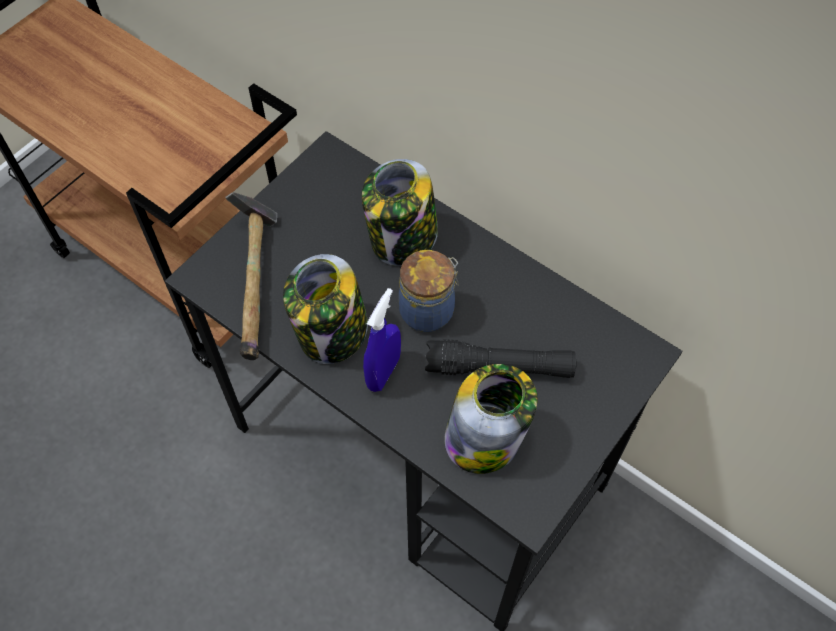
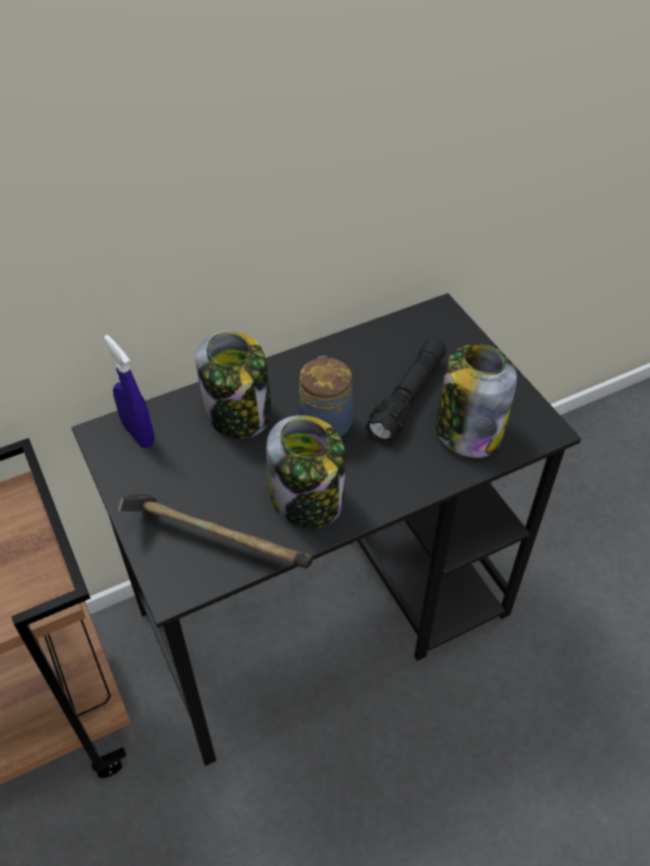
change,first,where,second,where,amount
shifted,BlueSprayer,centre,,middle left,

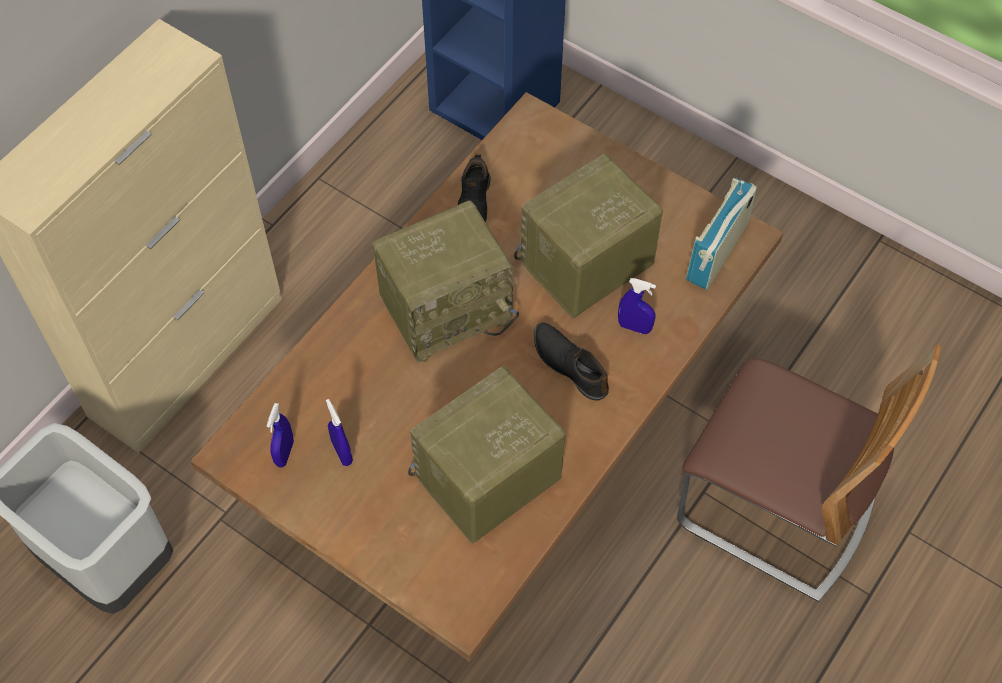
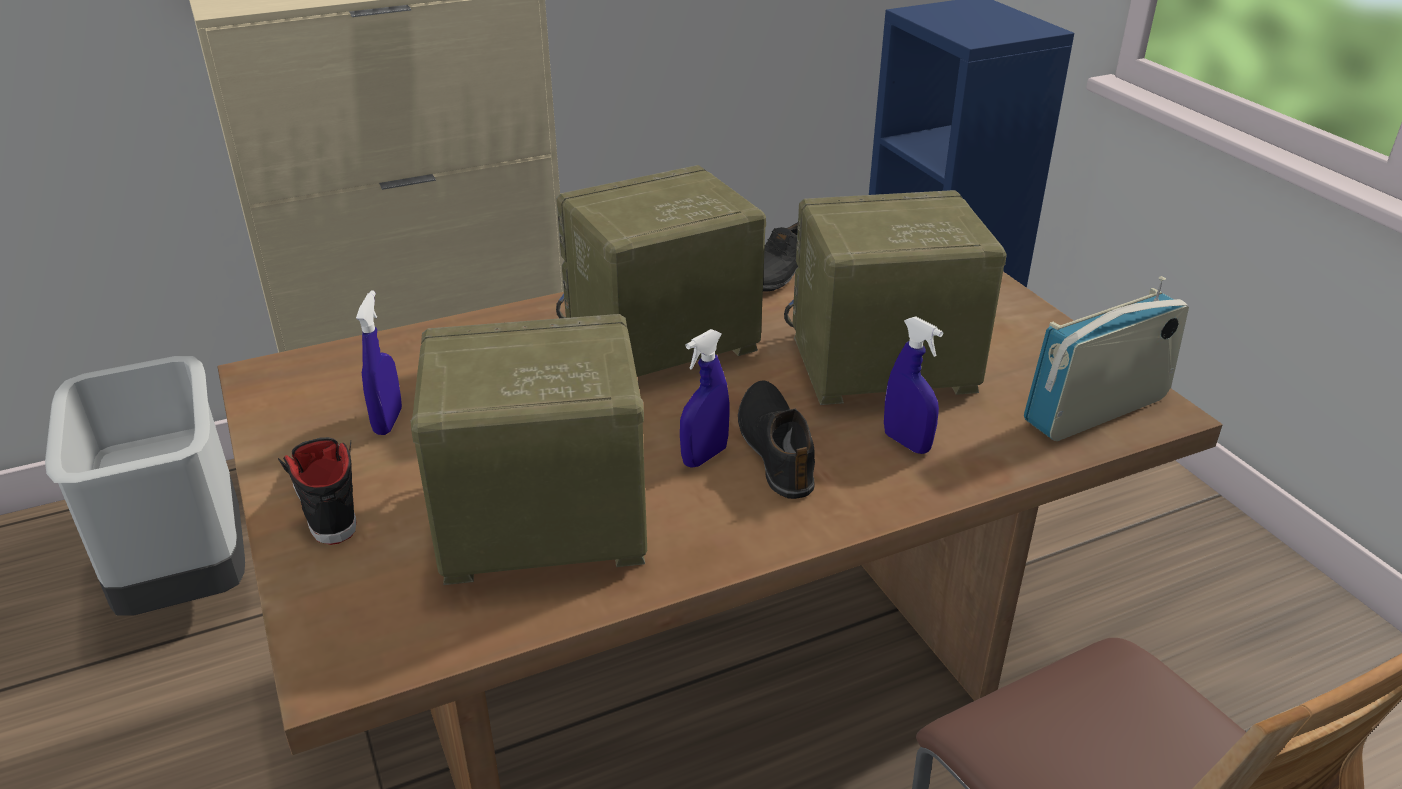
change,first,where,second,where,amount
new,,,BlackishItemOfFootwear (no. 1 from left),middle left,
shifted,BlueSprayer (no. 1 from left in the first image),middle left,BlueSprayer (no. 2 from left),centre,
rotated,Radio (no. 1 from left in the first image),centre,Radio (no. 2 from left),centre,150 degrees clockwise

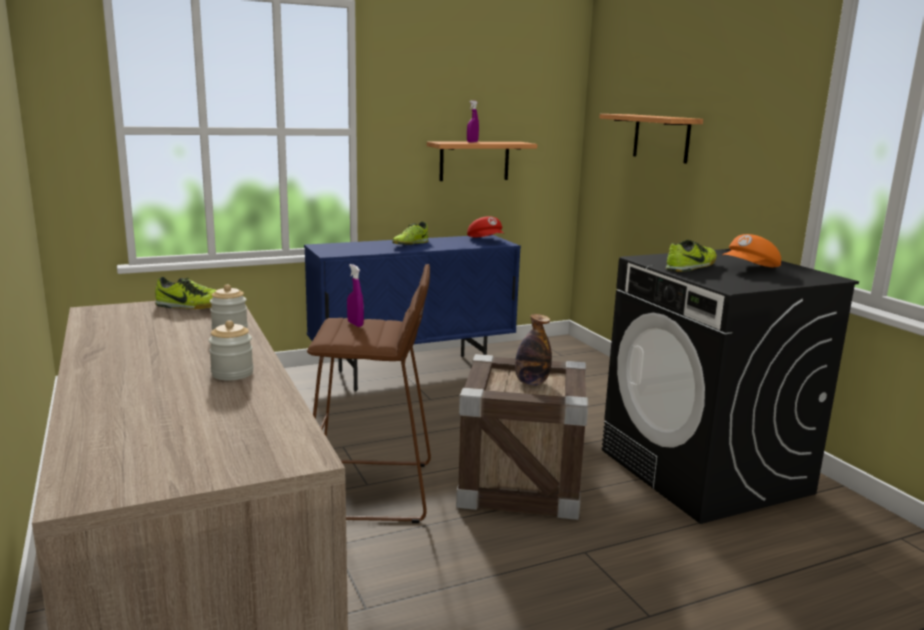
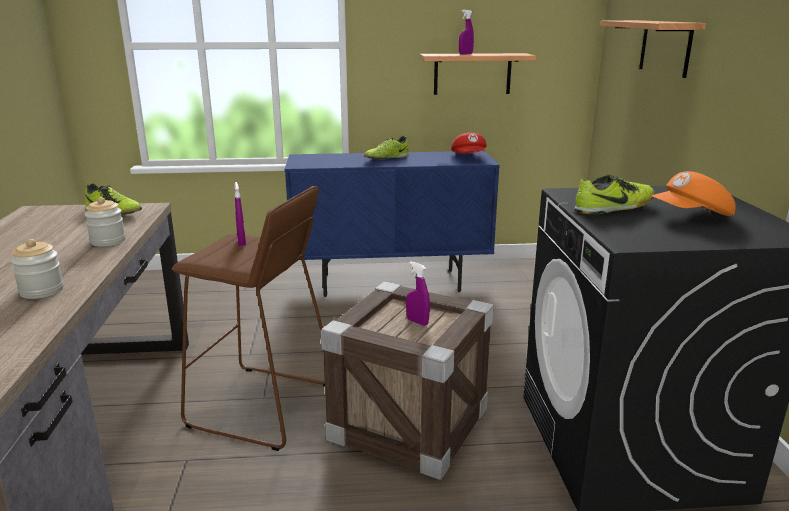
change,first,where,second,where,amount
swapped,Bottle,centre,PurpleColouredSprayer (no. 2 from left),centre,

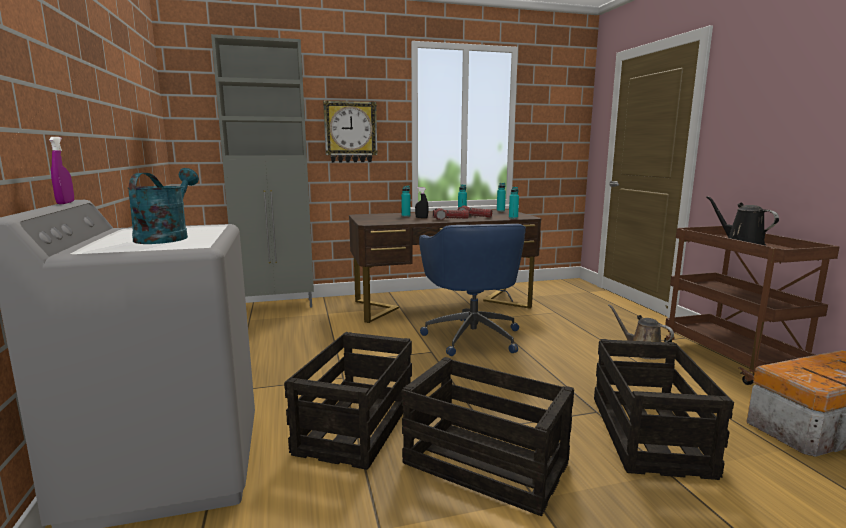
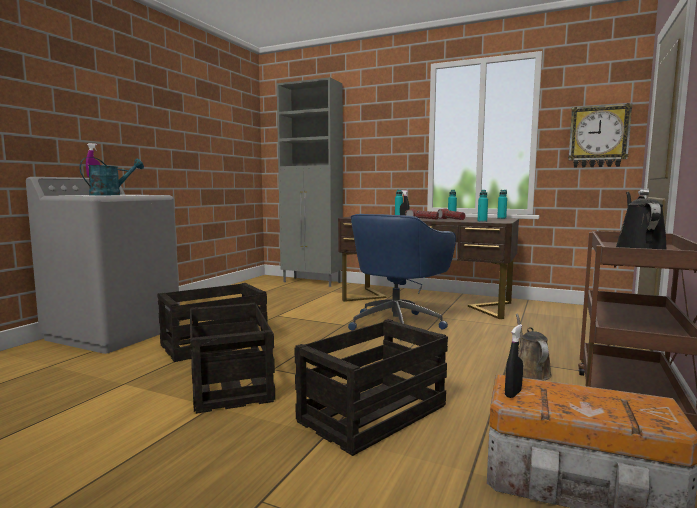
change,first,where,second,where,amount
new,,,BlackishSprayer (no. 2 from left),bottom right,
shifted,ClockOnTheWall,top centre,,top right,

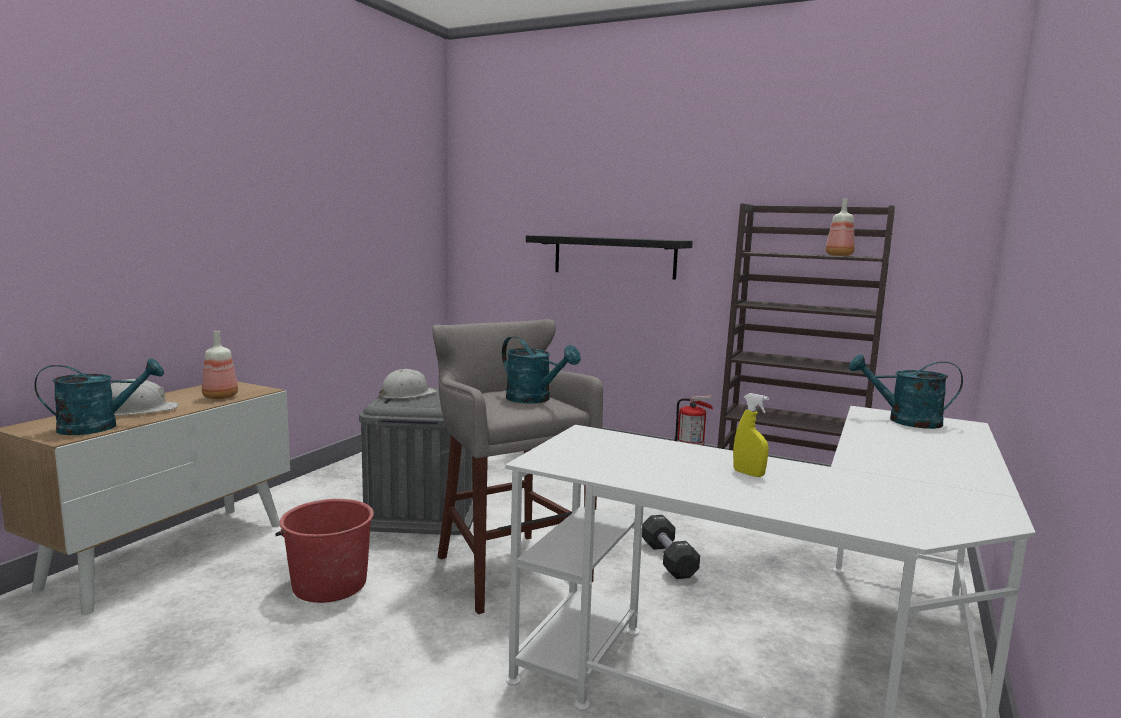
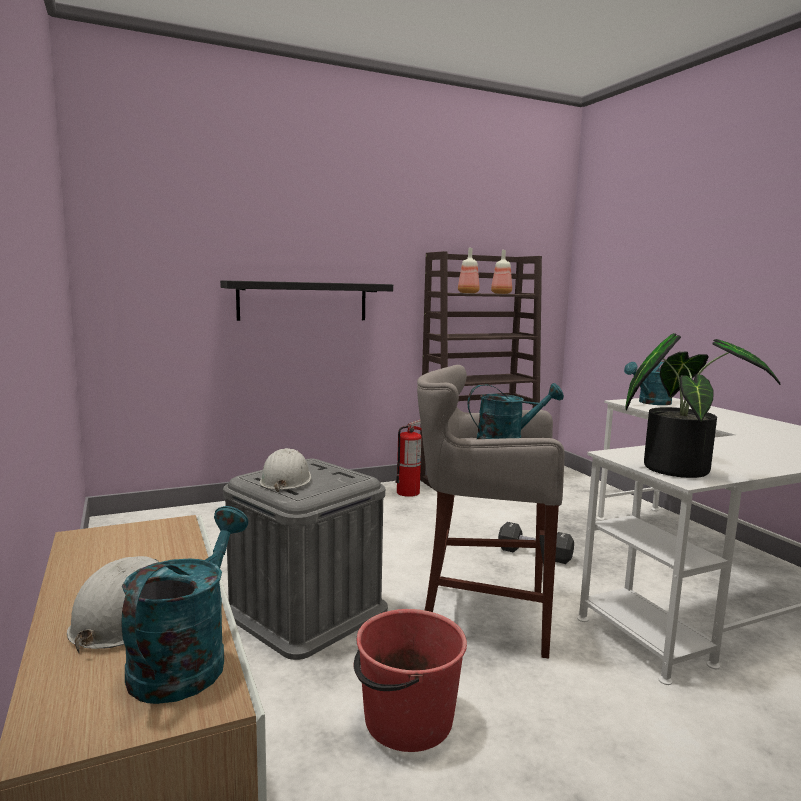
change,first,where,second,where,amount
gone,YellowishSprayer,middle right,,,
new,,,Houseplant,middle right,
shifted,Bottle (no. 1 from left),middle left,,centre,

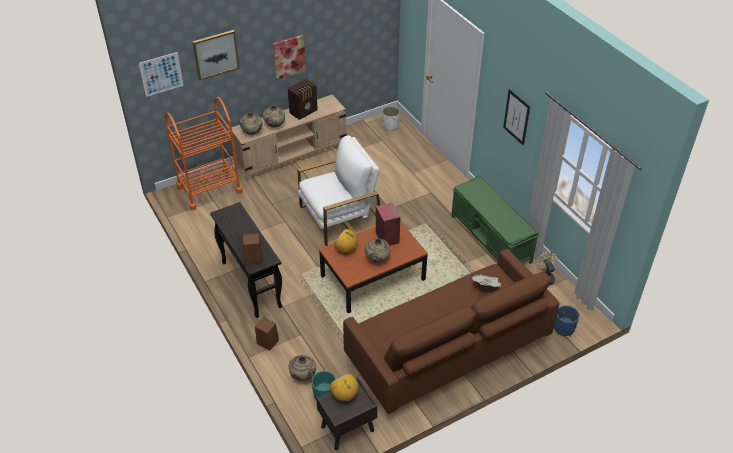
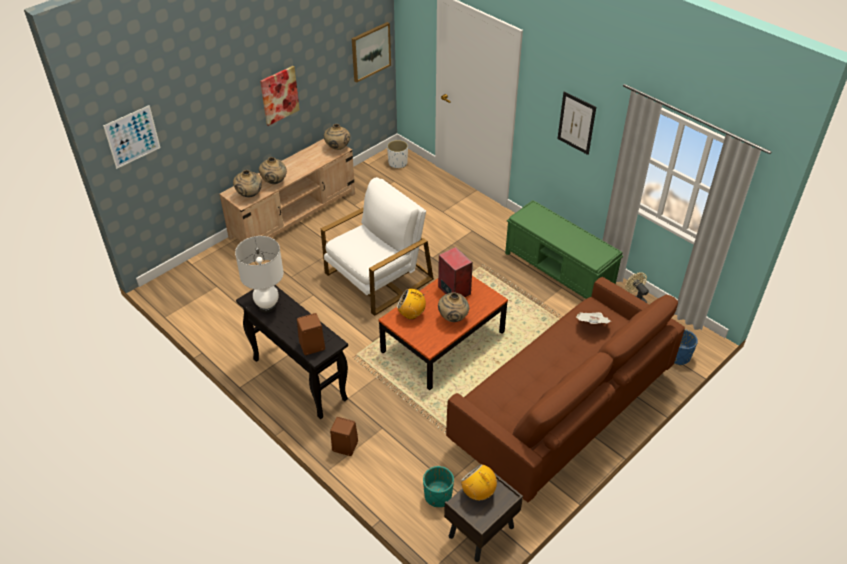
change,first,where,second,where,amount
gone,OrangeTrolley,middle left,,,
gone,Radio (no. 1 from left),top centre,,,
new,,,WhitishTabletopLamp,middle left,
shifted,Picture (no. 2 from left in the first image),top left,Picture (no. 3 from left),top centre,
shifted,SandColouredDecorativeVase (no. 3 from left),bottom centre,,top centre,

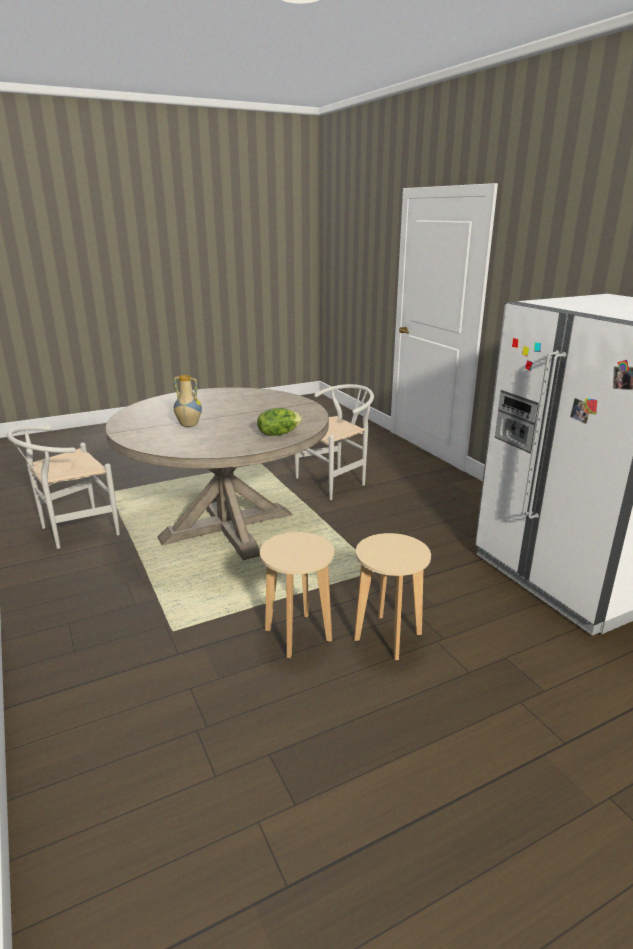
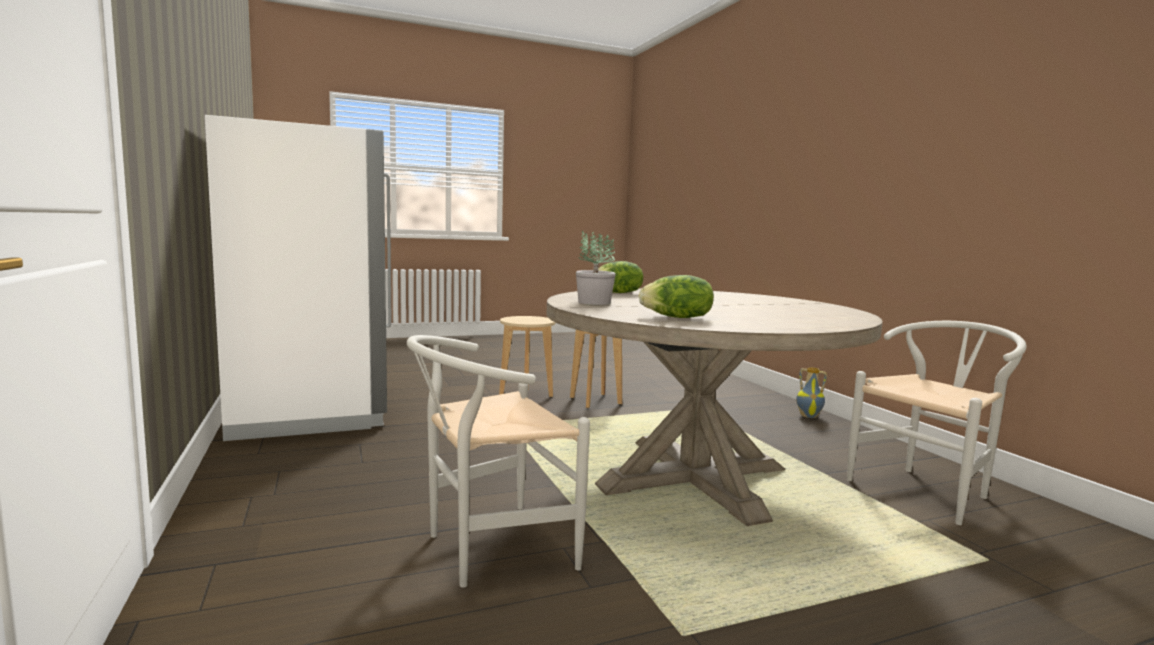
change,first,where,second,where,amount
new,,,Houseplant,centre,
new,,,LettuceHead (no. 2 from left),centre,
shifted,DecorativeVase,middle left,,middle right,

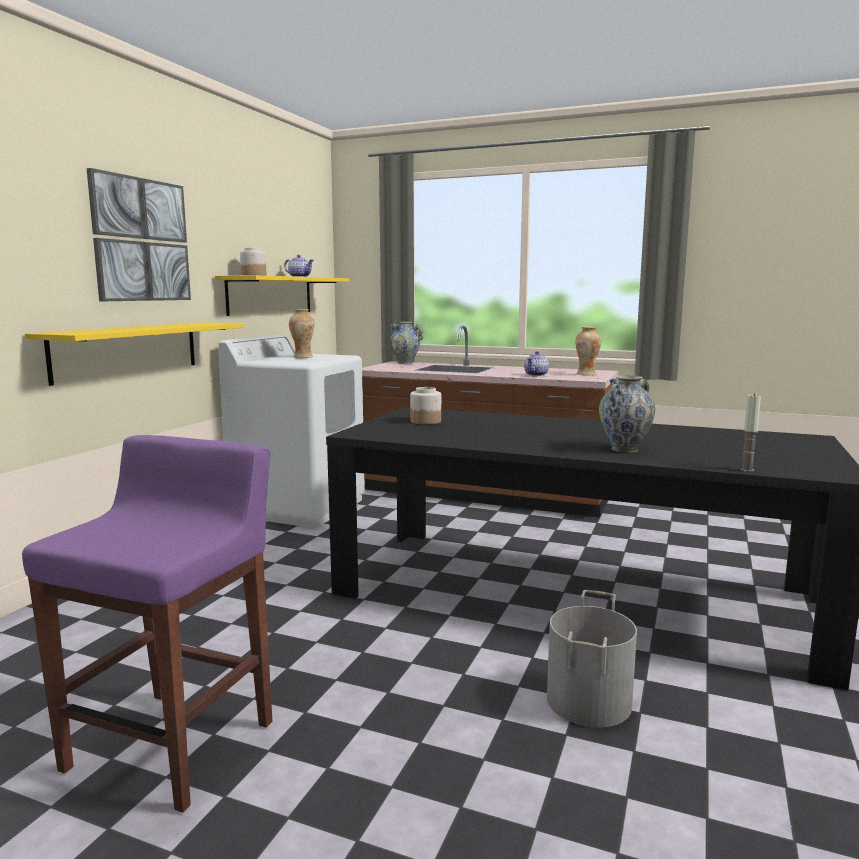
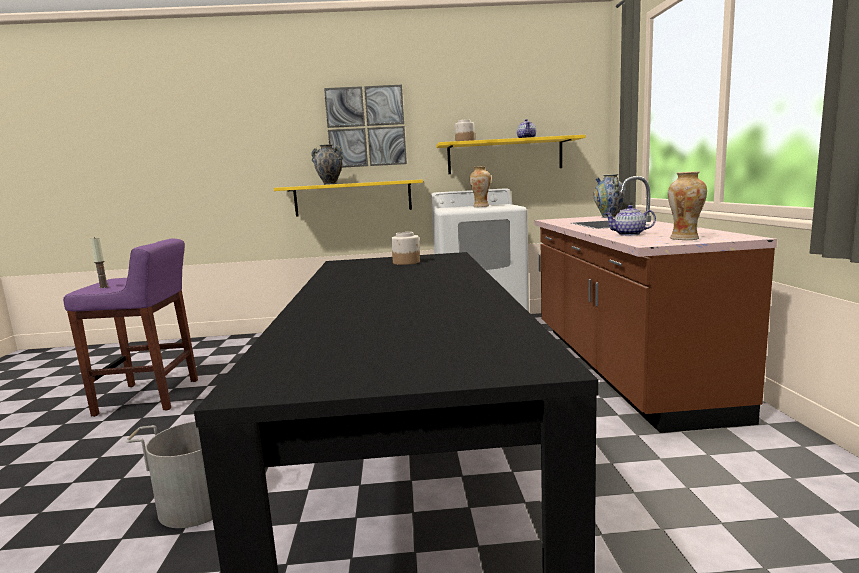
change,first,where,second,where,amount
shifted,DecorativeVase (no. 4 from left in the first image),middle right,DecorativeVase (no. 1 from left),top centre,
shifted,WaxCandle,middle right,,middle left,

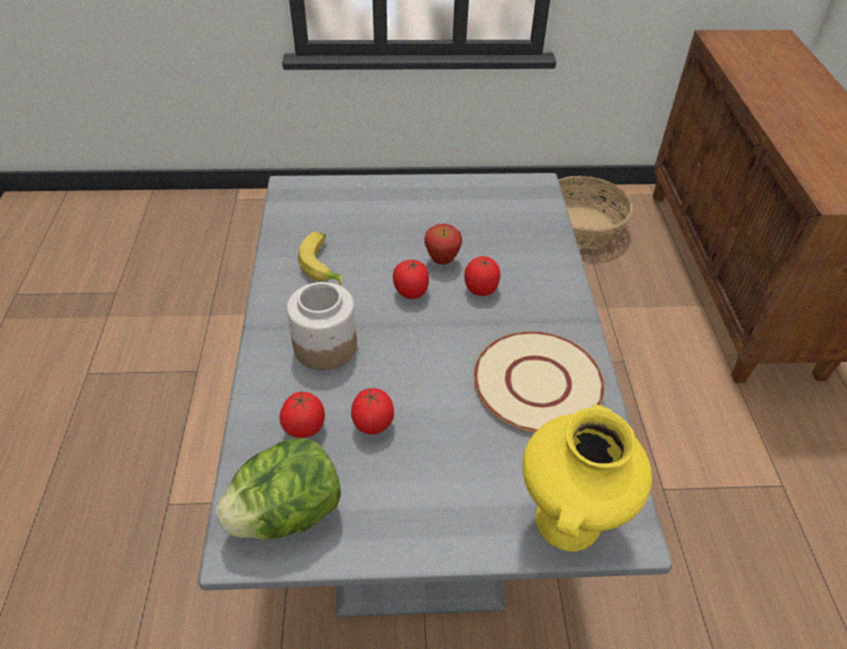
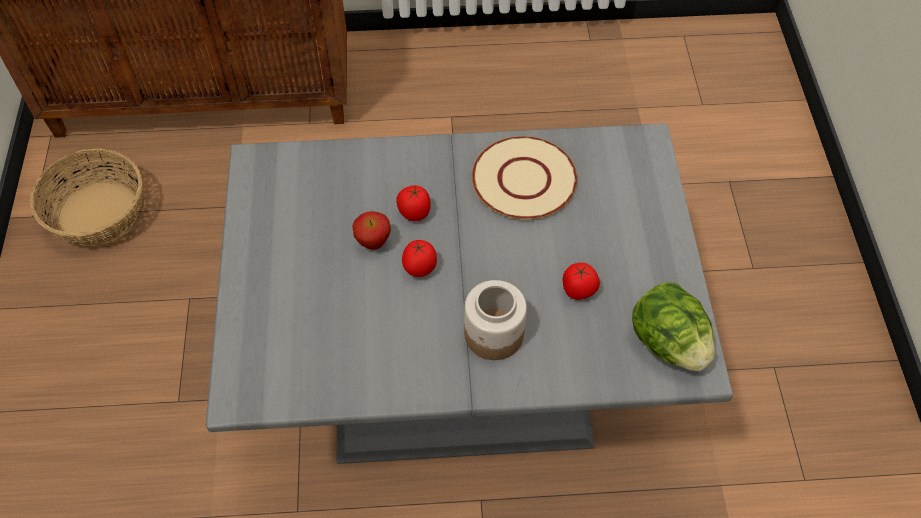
change,first,where,second,where,amount
gone,Tomato (no. 1 from left),centre,,,
gone,BananaFruit,centre,,,
gone,YellowishDecorativeVase,bottom right,,,

